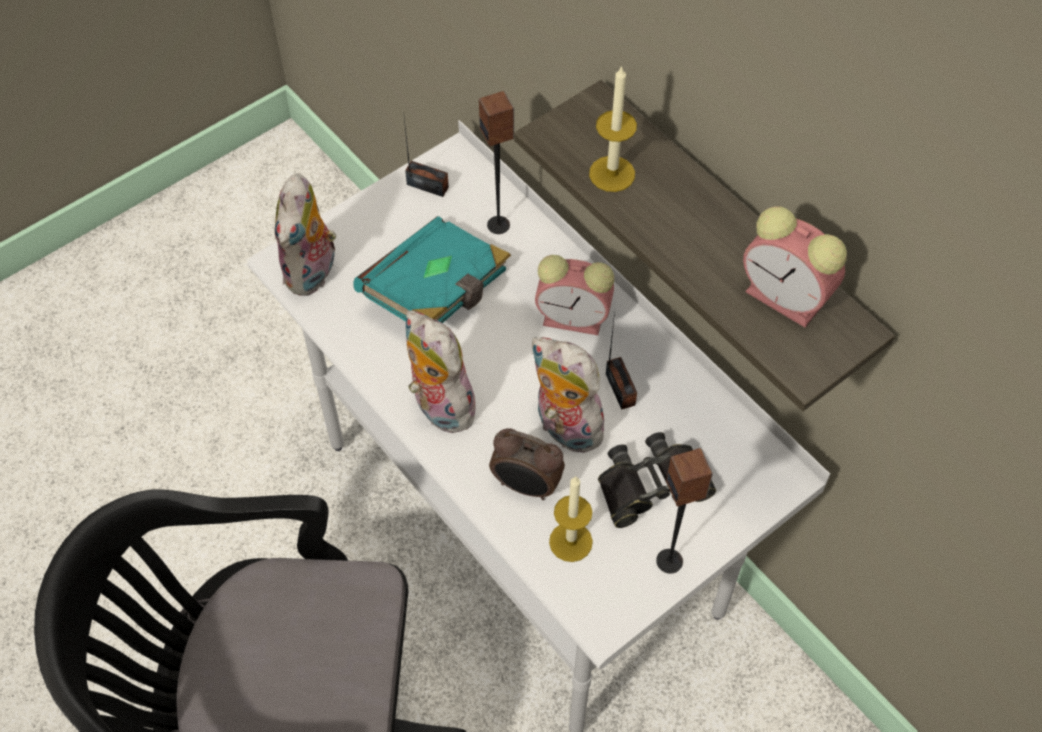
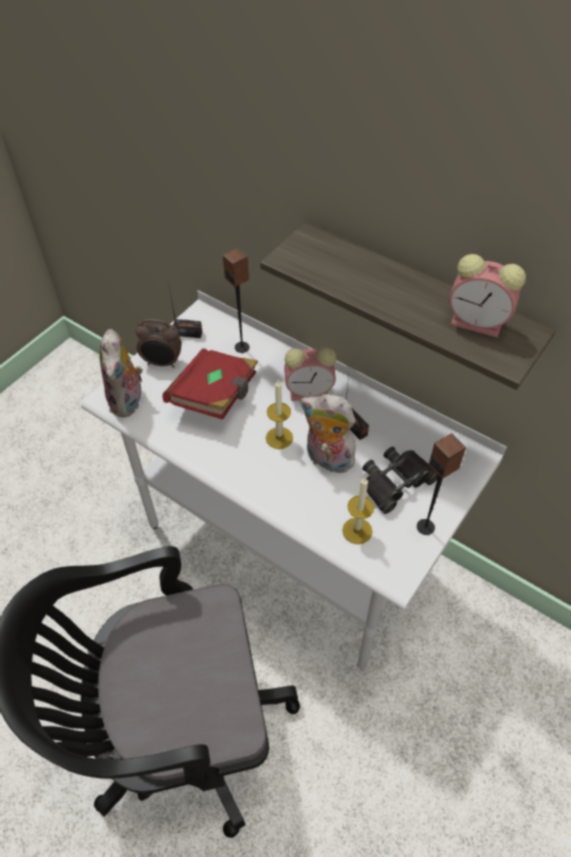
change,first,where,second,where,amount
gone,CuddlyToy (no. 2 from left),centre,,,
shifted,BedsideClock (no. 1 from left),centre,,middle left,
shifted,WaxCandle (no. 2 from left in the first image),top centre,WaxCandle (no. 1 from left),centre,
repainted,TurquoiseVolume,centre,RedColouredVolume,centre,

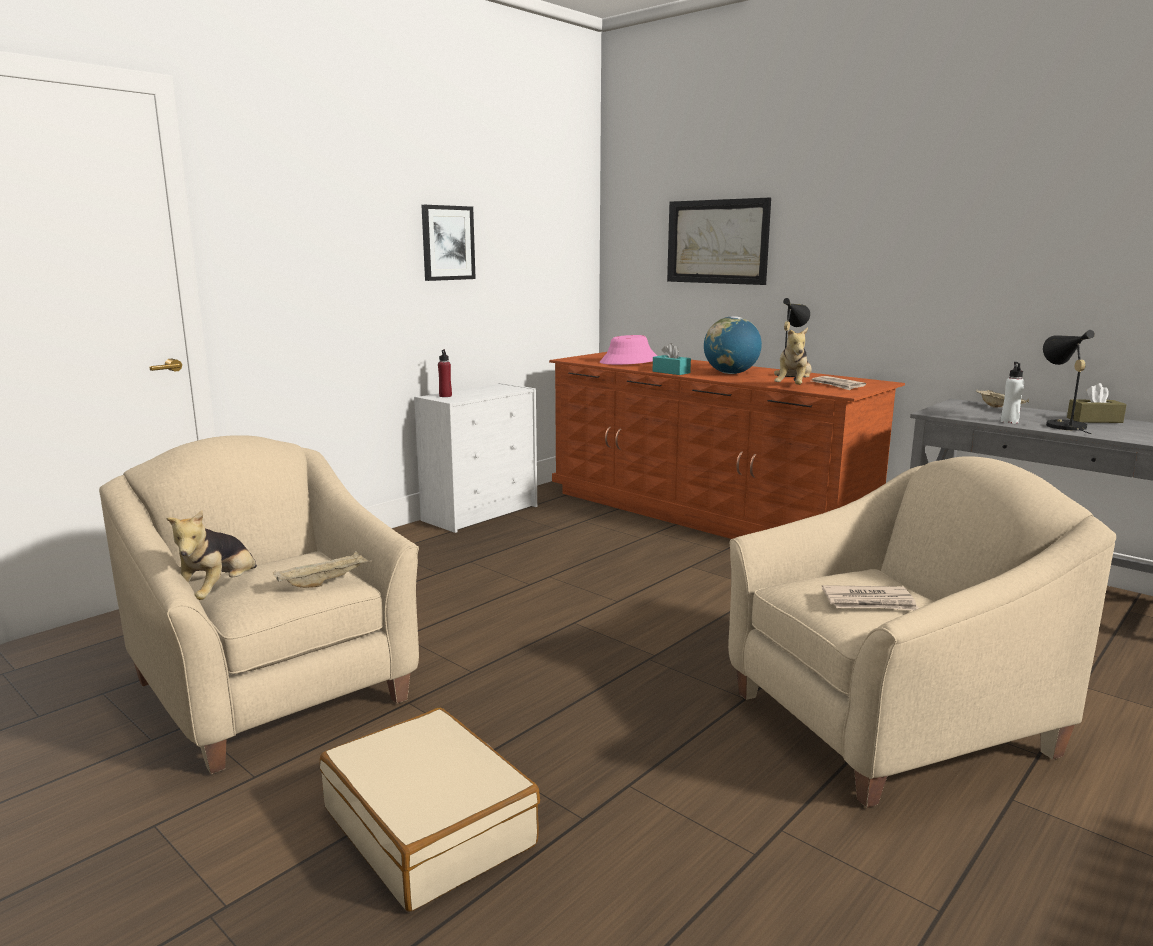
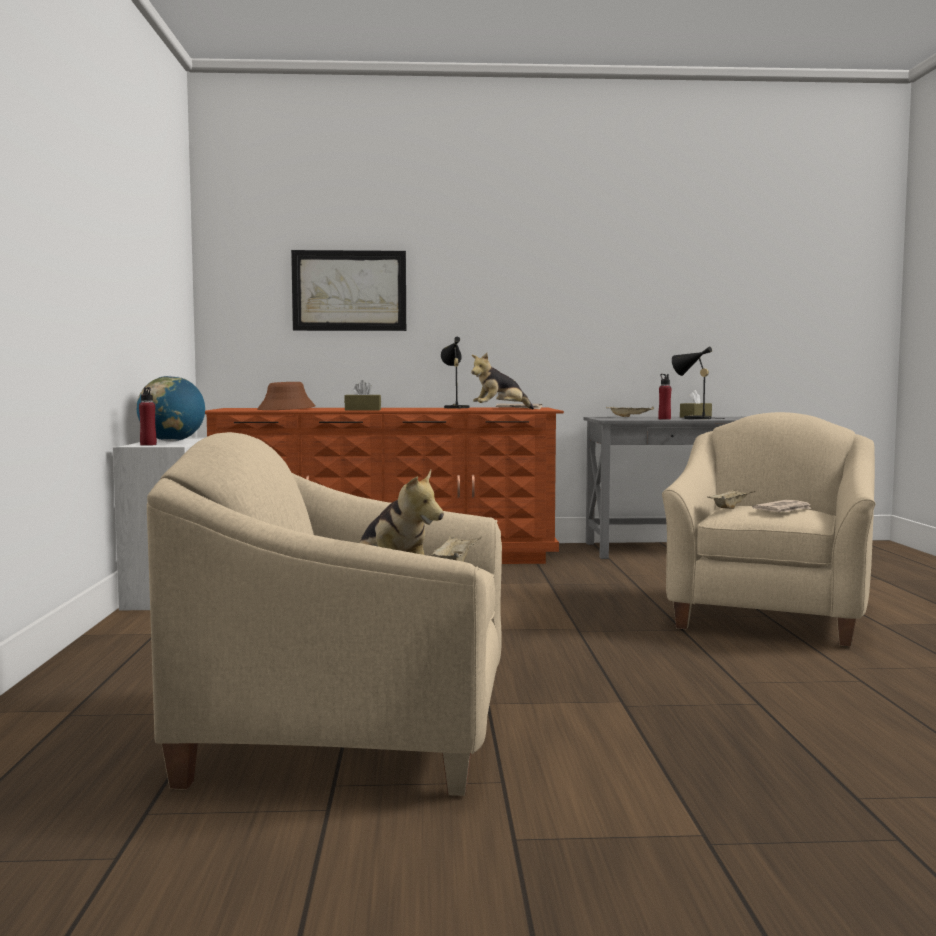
change,first,where,second,where,amount
gone,SandColouredSuitcase,bottom centre,,,
gone,Picture (no. 1 from left),top centre,,,
new,,,SandColouredCarryingTray (no. 3 from left),middle right,
shifted,DeskGlobe,centre,,middle left,
repainted,PinkWearableHat,centre,BrownWearableHat,middle left,
repainted,TurquoiseTissueHolder,centre,BrownTissueHolder (no. 1 from left),centre,
repainted,WhitishBottle,middle right,RedColouredBottle (no. 2 from left),middle right,
rotated,CuddlyToy (no. 2 from left),middle right,,centre,90 degrees clockwise

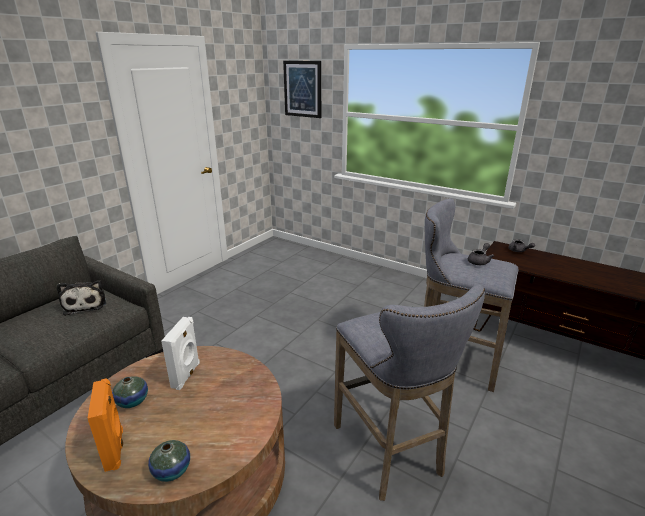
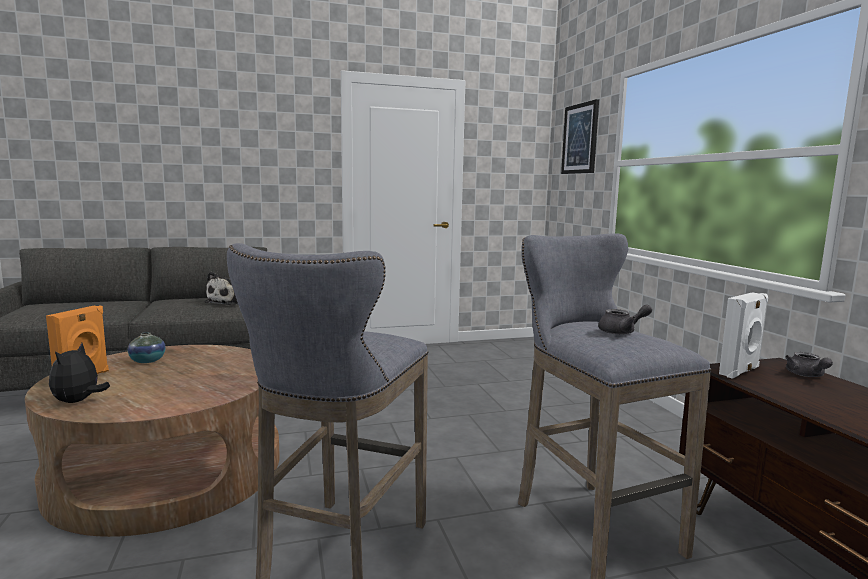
change,first,where,second,where,amount
shifted,WhitishLoudspeaker,bottom left,,middle right,
swapped,DecorativeVase (no. 2 from left),bottom left,CuddlyToy (no. 1 from left),middle left,

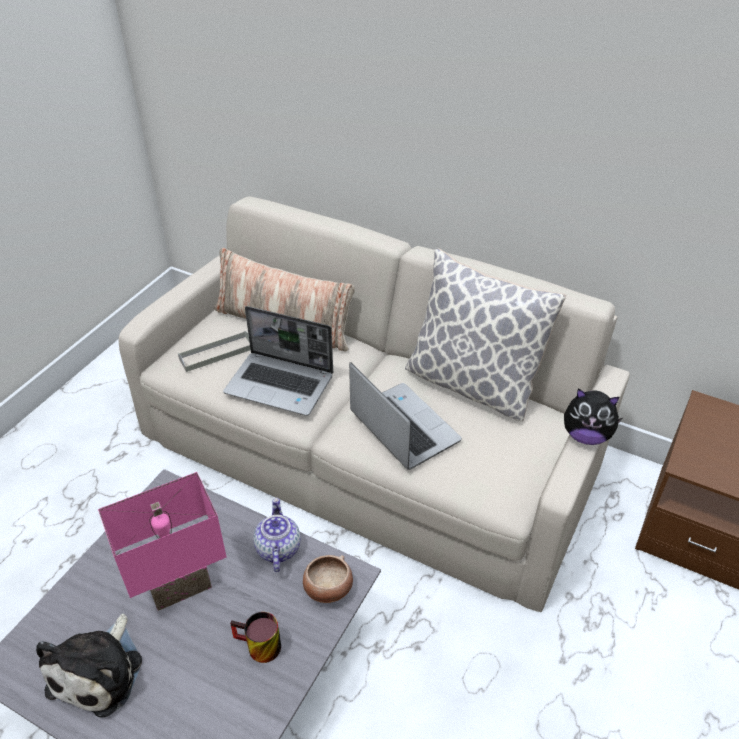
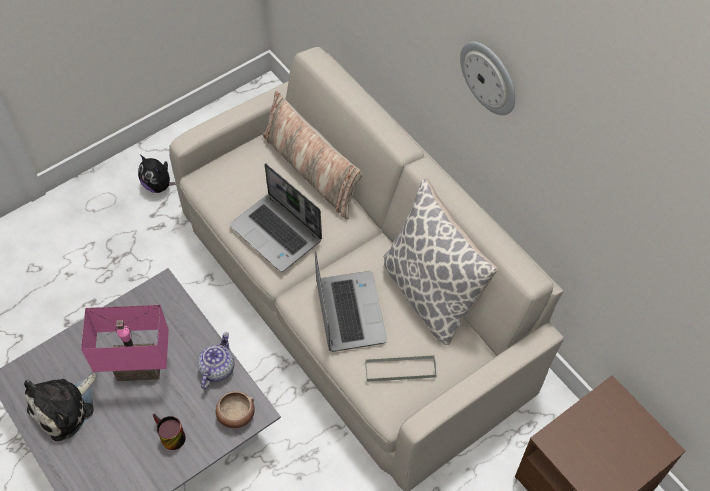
change,first,where,second,where,amount
new,,,ClockOnTheWall,top right,
shifted,GreyishCarryingTray,middle left,,bottom centre,
shifted,CuddlyToy (no. 2 from left),middle right,,middle left,

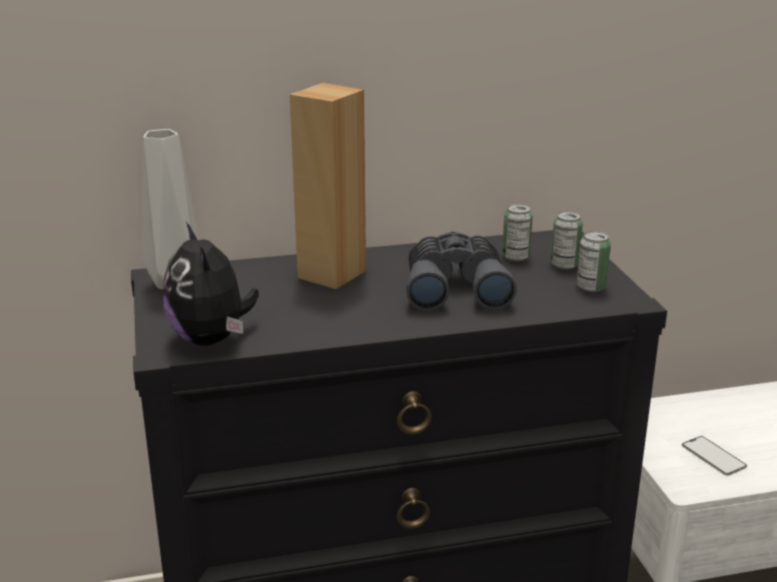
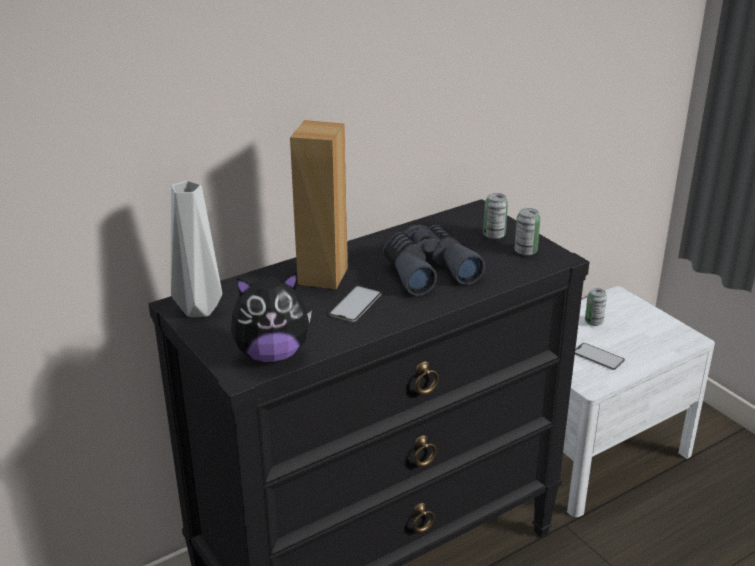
change,first,where,second,where,amount
new,,,Handset (no. 1 from left),centre,
shifted,Can (no. 1 from left in the first image),centre,Can (no. 3 from left),middle right,
rotated,CuddlyToy,middle left,,centre,60 degrees counterclockwise

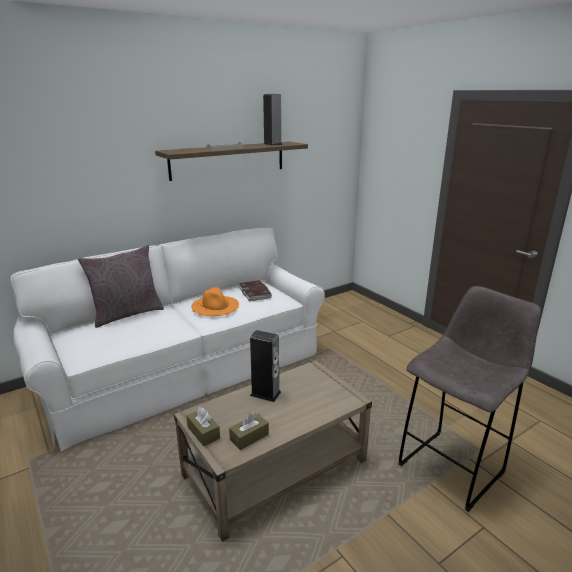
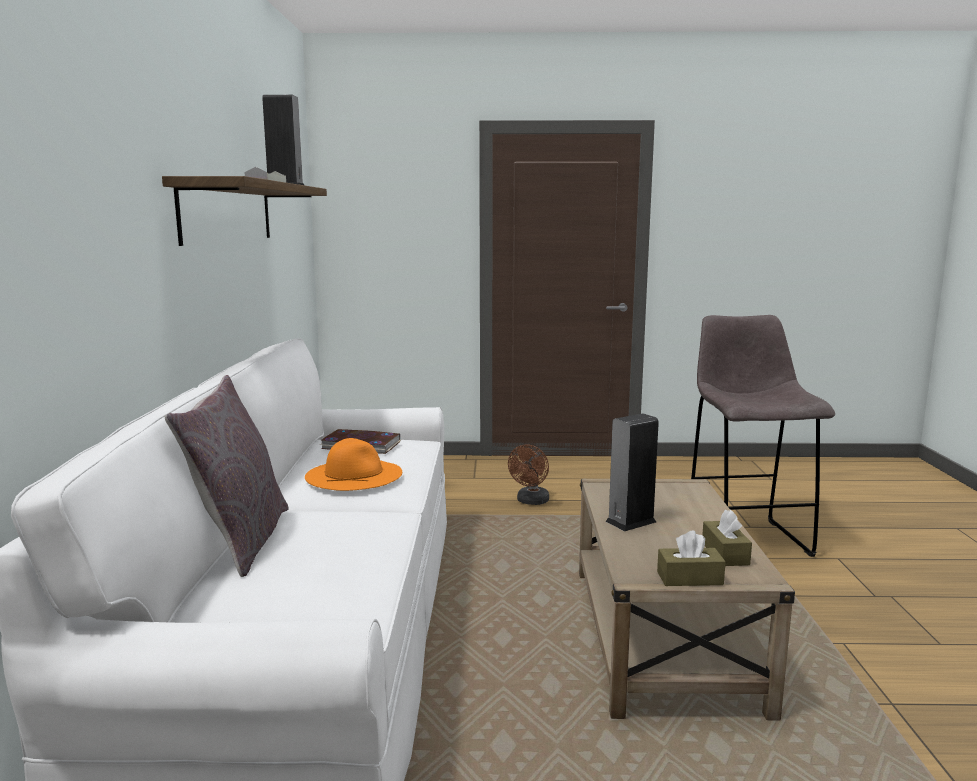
change,first,where,second,where,amount
new,,,BrownElectricFan,centre,

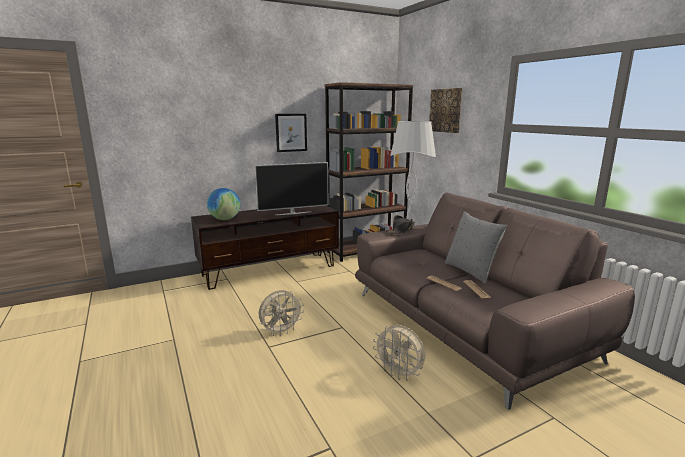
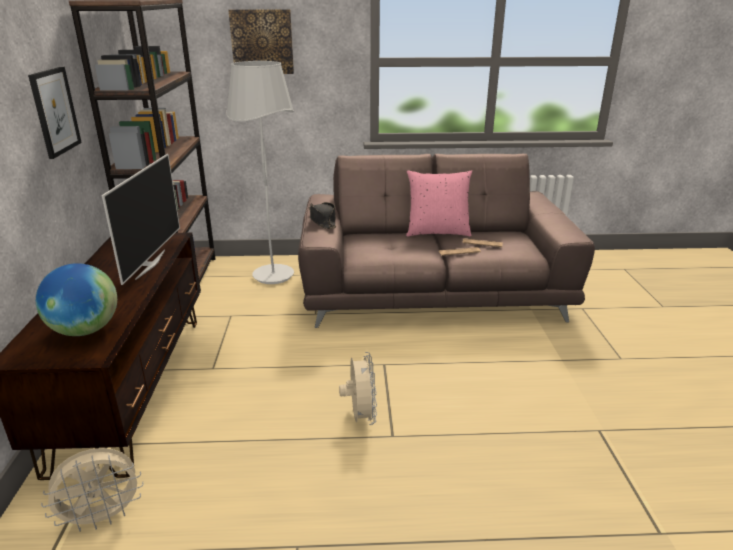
change,first,where,second,where,amount
shifted,SandColouredElectricFan (no. 2 from left in the first image),bottom centre,SandColouredElectricFan (no. 1 from left),bottom left,
repainted,GreyishThrowPillow,middle right,PinkThrowPillow,centre,

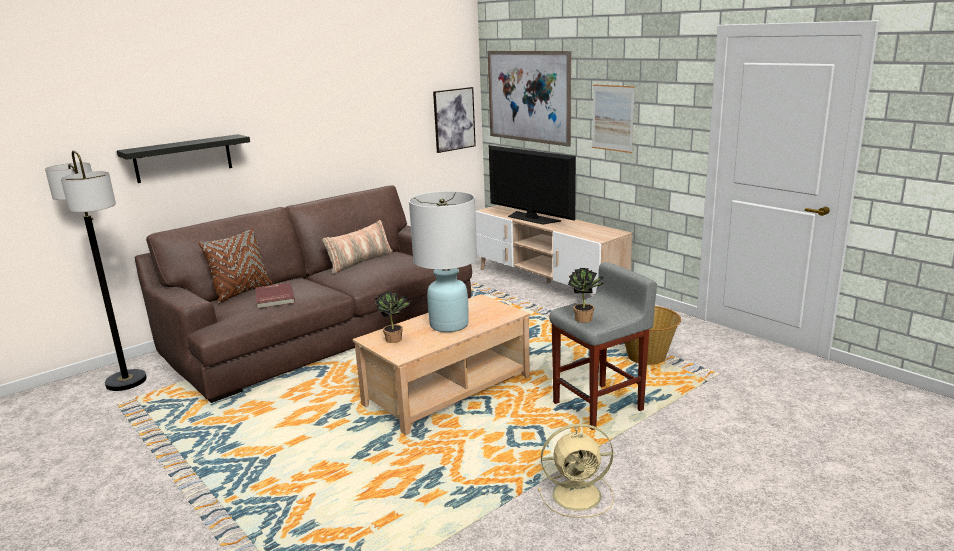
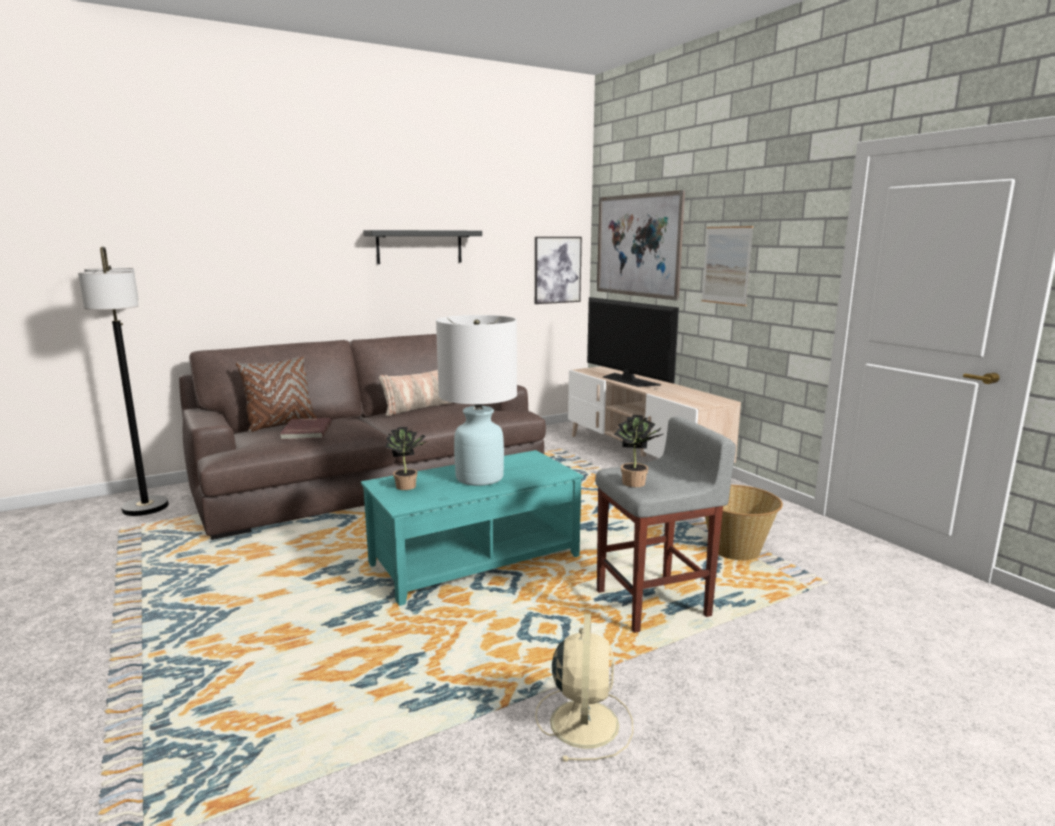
change,first,where,second,where,amount
shifted,BlackishWallShelf,top left,,top centre,
repainted,SandColouredLoungeTable,centre,TurquoiseLoungeTable,centre,
rotated,SandColouredElectricFan,bottom centre,,bottom centre,90 degrees counterclockwise

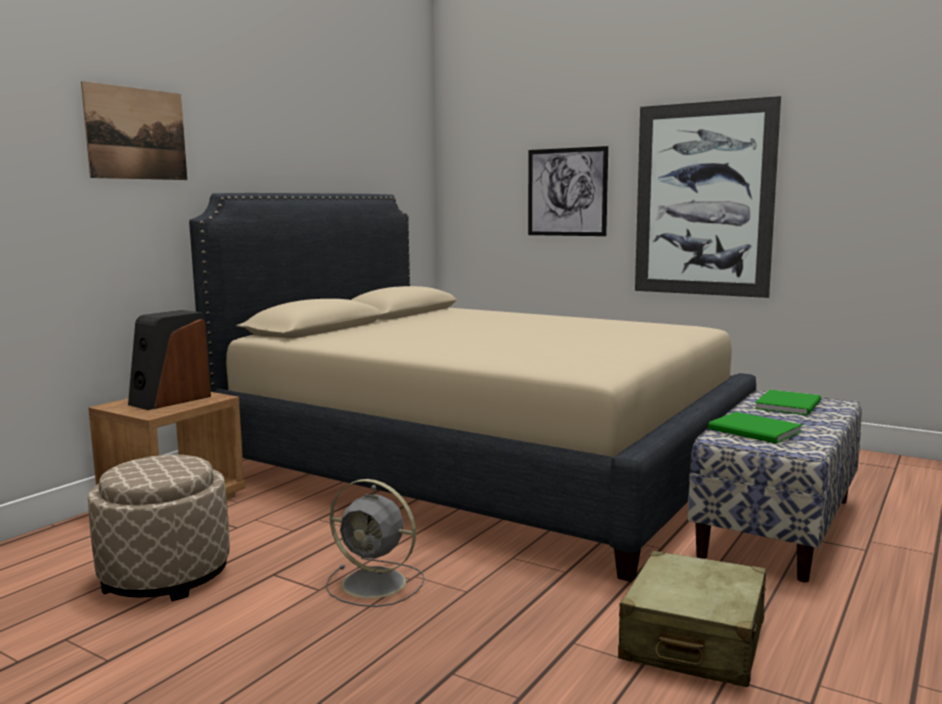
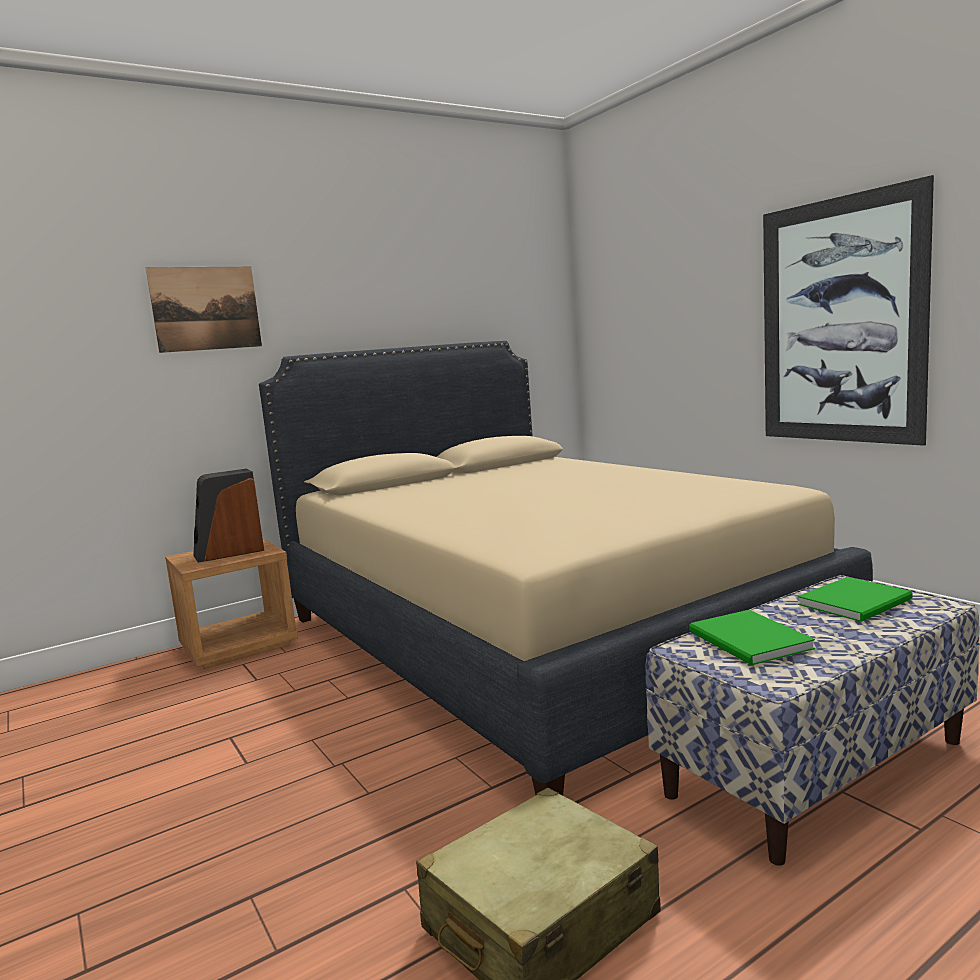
change,first,where,second,where,amount
gone,SandColouredFootrest,bottom left,,,
gone,GreyishElectricFan,bottom centre,,,
gone,Picture (no. 2 from left),top centre,,,

